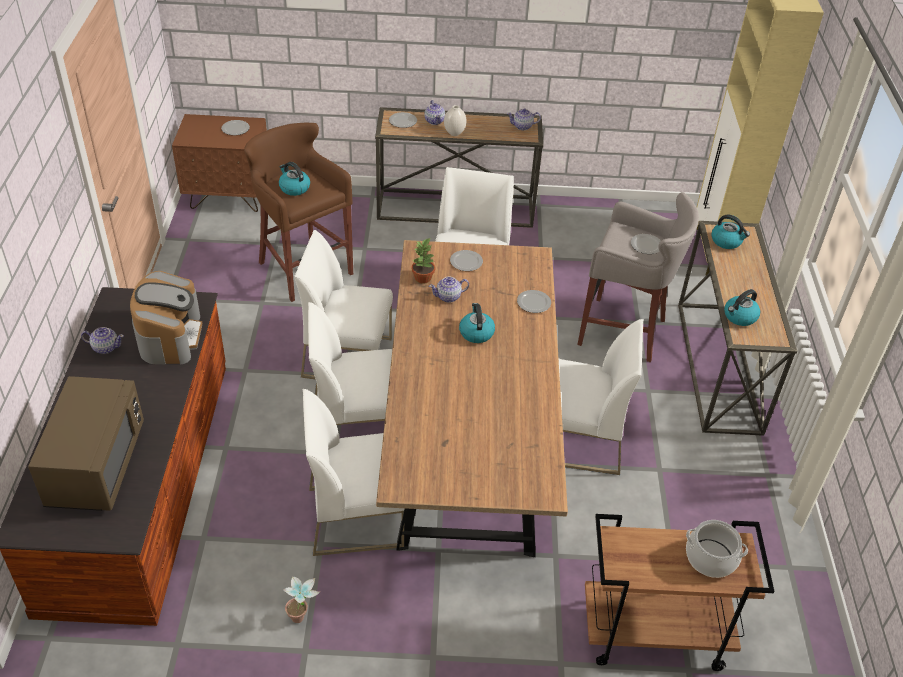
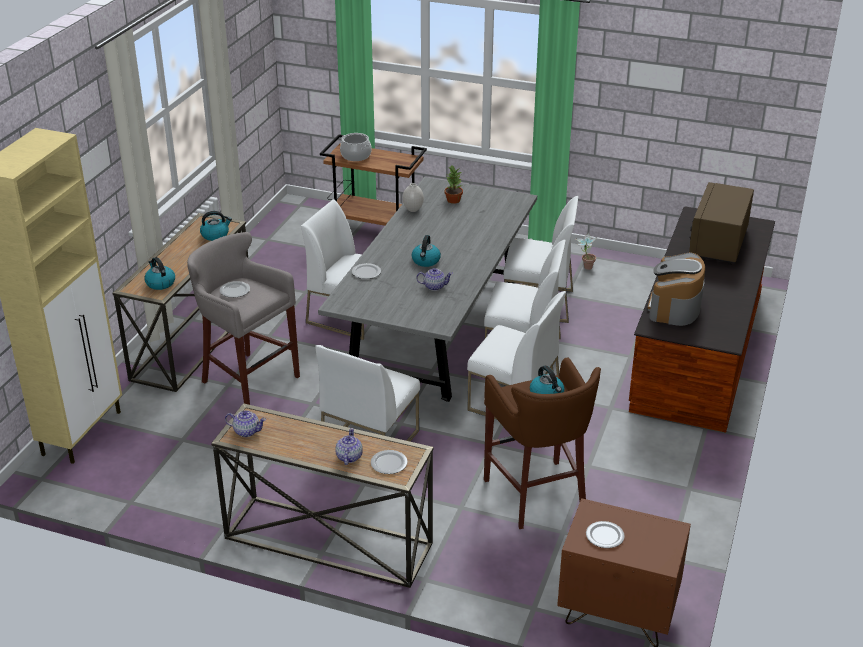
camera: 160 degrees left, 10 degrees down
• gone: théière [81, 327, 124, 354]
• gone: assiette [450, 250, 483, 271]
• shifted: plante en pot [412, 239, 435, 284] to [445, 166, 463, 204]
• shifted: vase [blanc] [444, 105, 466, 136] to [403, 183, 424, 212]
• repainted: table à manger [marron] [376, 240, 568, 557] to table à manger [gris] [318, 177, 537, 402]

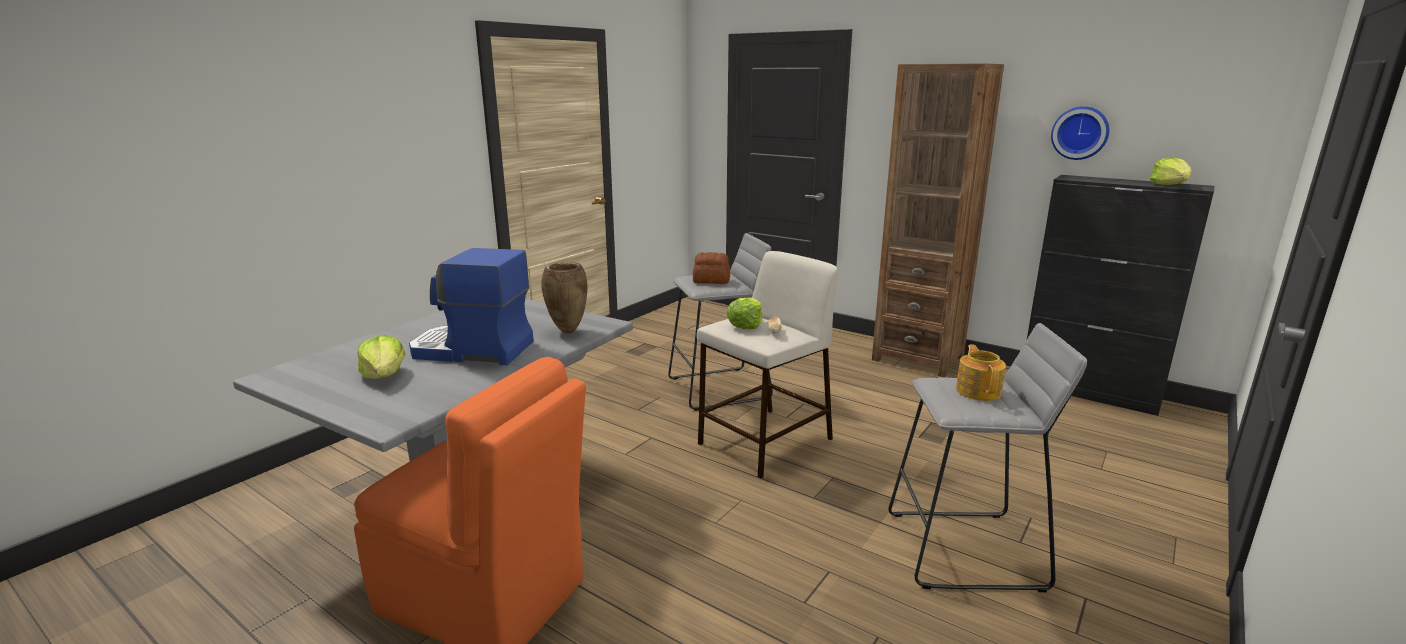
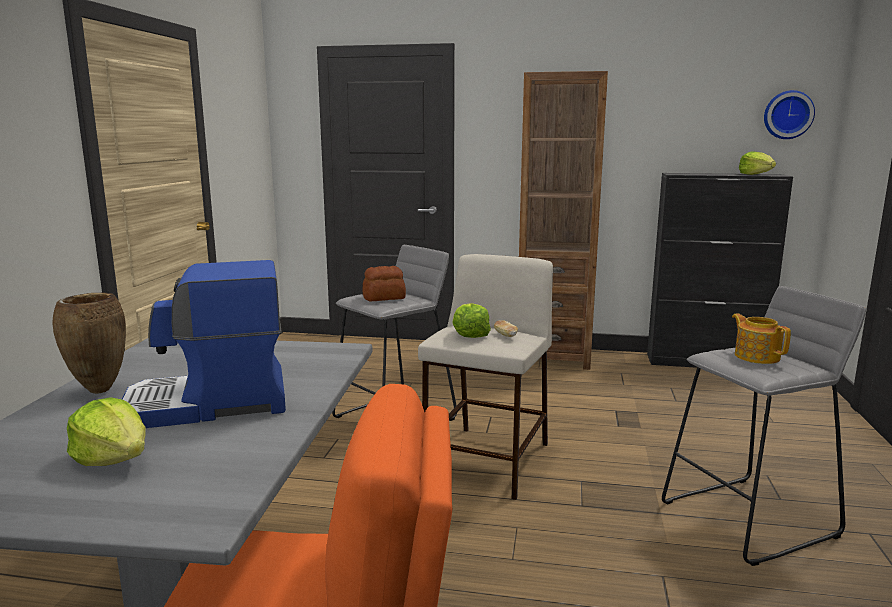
camera: 25 degrees left, 5 degrees down
• shifted: vase [marron] [541, 262, 588, 334] to [53, 293, 126, 394]
• shifted: horloge murale [1051, 106, 1109, 160] to [764, 90, 815, 139]

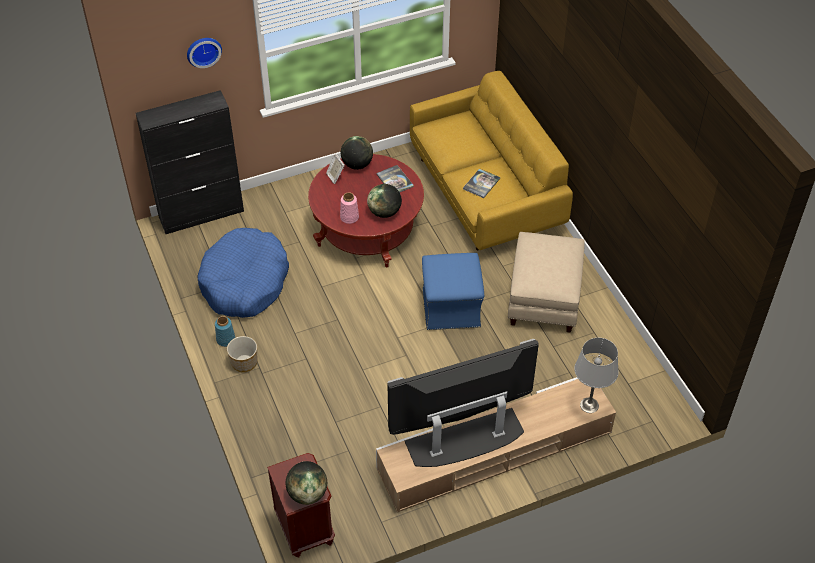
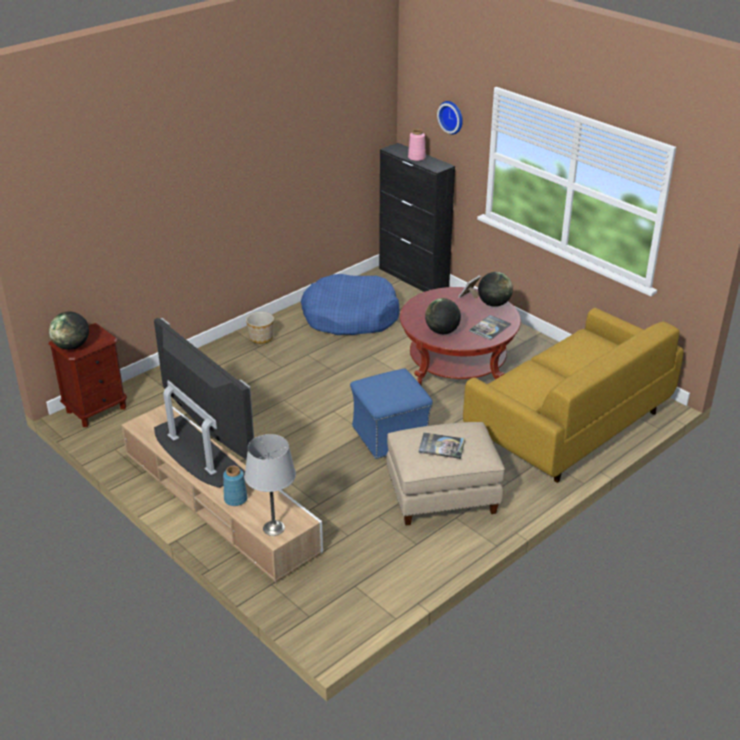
camera: 70 degrees right, 15 degrees down
• shifted: vase [bleu] [215, 316, 236, 347] to [223, 466, 248, 506]
• shifted: vase [rose] [340, 192, 359, 224] to [408, 129, 426, 161]
• shifted: livre [463, 168, 500, 198] to [419, 433, 465, 459]

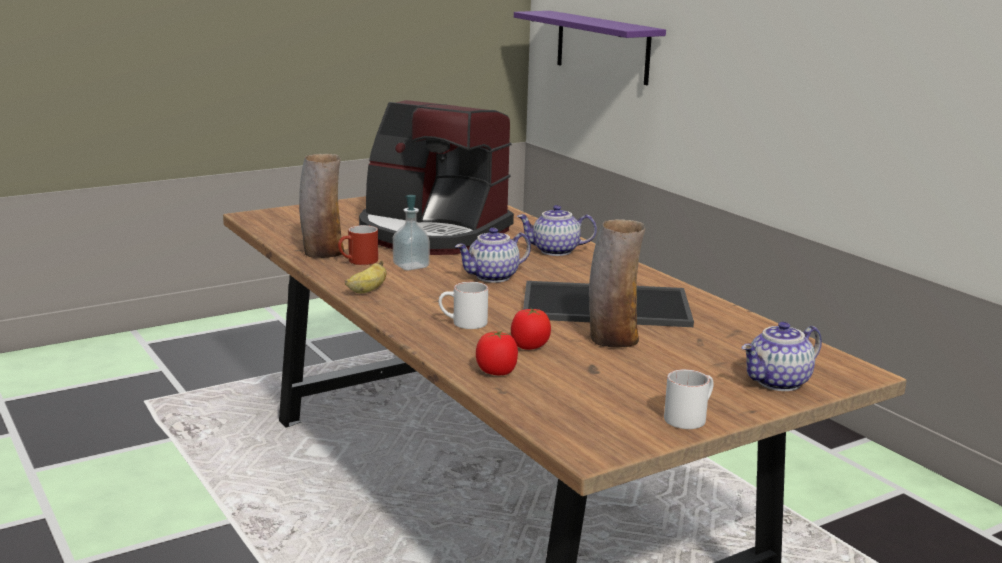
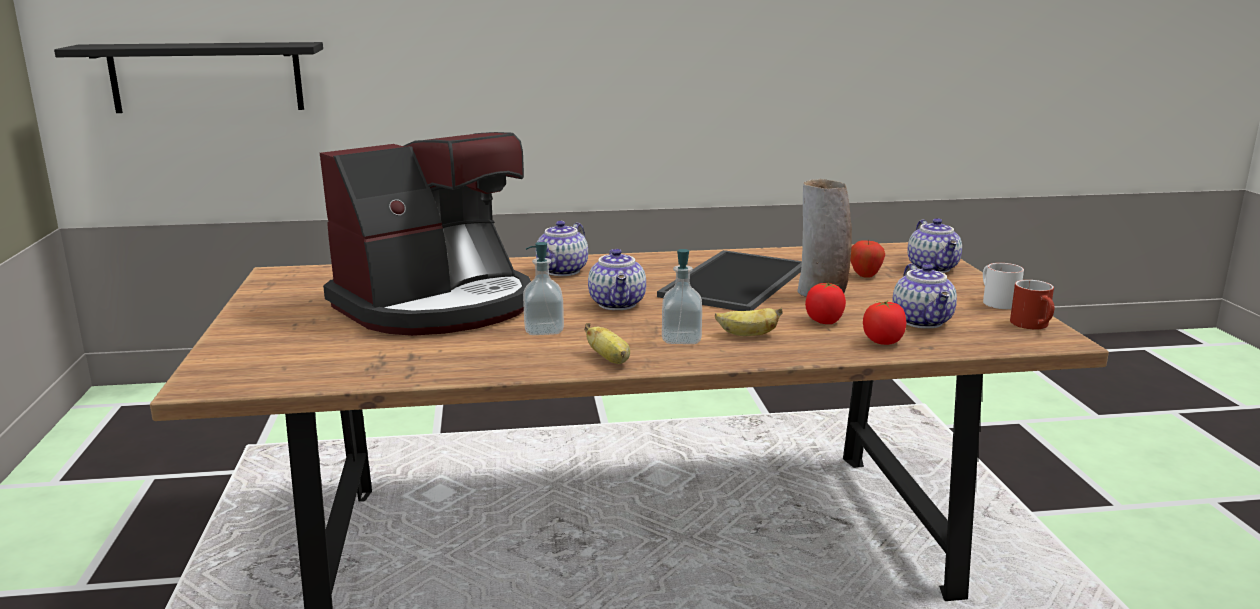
camera: 65 degrees left, 0 degrees up
• gone: vase [299, 154, 344, 258]
• new: distributeur de savon [662, 249, 702, 344]
• new: pomme [850, 239, 885, 278]
• new: théière [893, 263, 957, 329]
• shifted: mug [rouge] [338, 225, 378, 265] to [1010, 280, 1054, 329]
• swapped: mug [blanc] [438, 282, 488, 329] to banane [715, 308, 783, 336]
• repainted: étagère [violet] [514, 11, 666, 85] to étagère [noir] [54, 42, 323, 113]

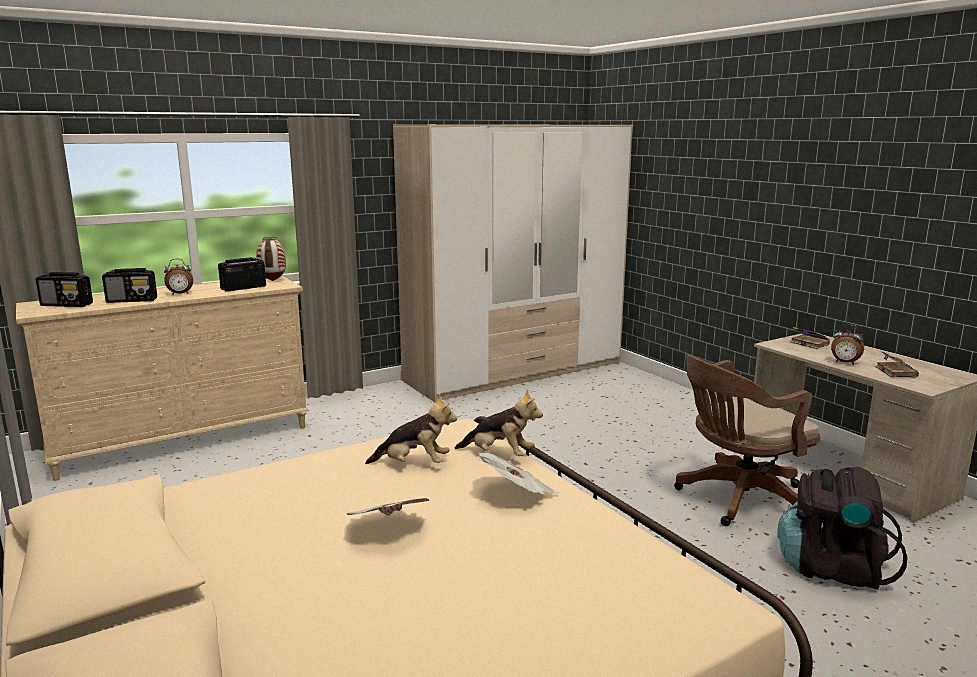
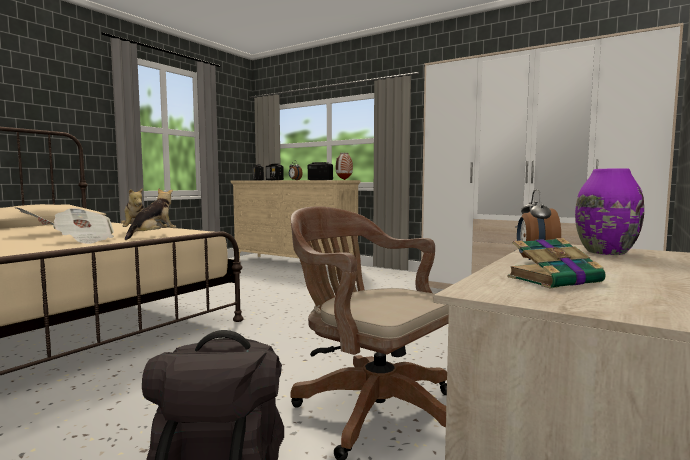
camera: 65 degrees right, 10 degrees down
• swapped: livre [790, 327, 830, 349] to vase [violet] [575, 168, 644, 255]
• rotated: peluche [455, 390, 543, 456] = [125, 188, 177, 240] 150 degrees counterclockwise

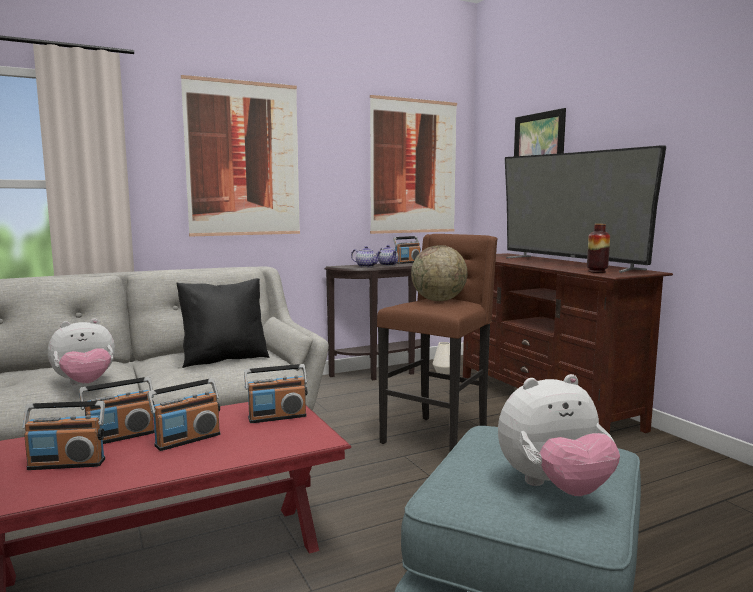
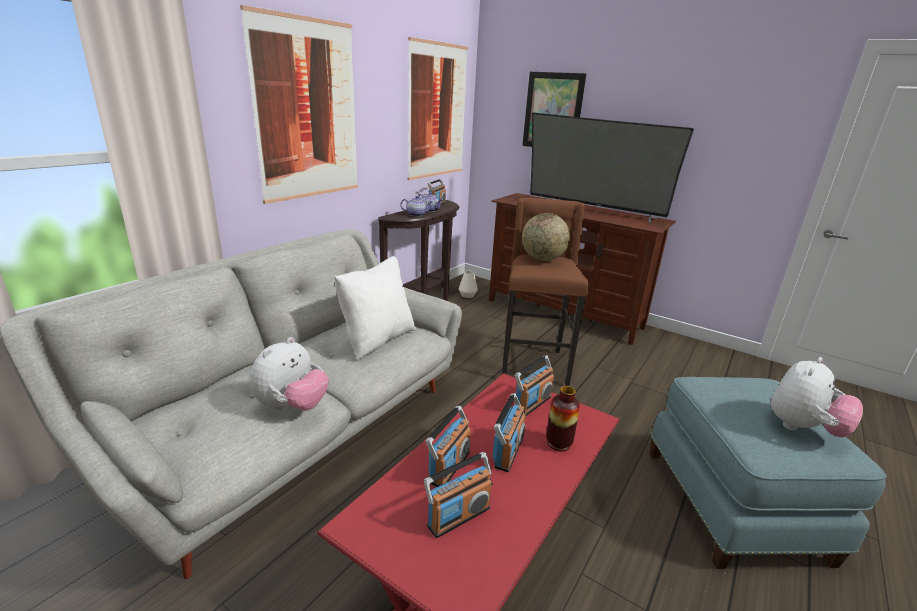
camera: 30 degrees left, 15 degrees up
• shifted: vase [587, 224, 610, 273] to [546, 386, 580, 451]
• repainted: coussin [noir] [176, 278, 270, 368] to coussin [blanc] [334, 256, 416, 360]

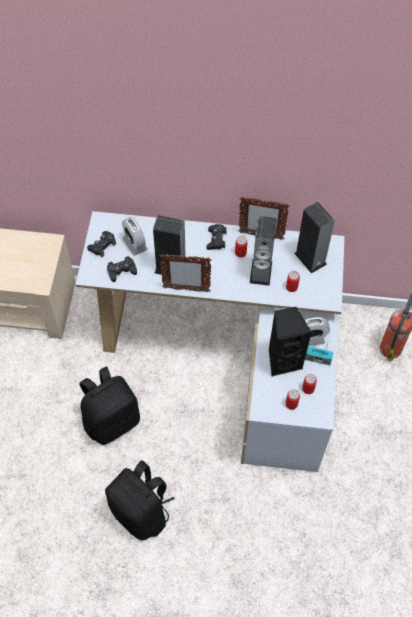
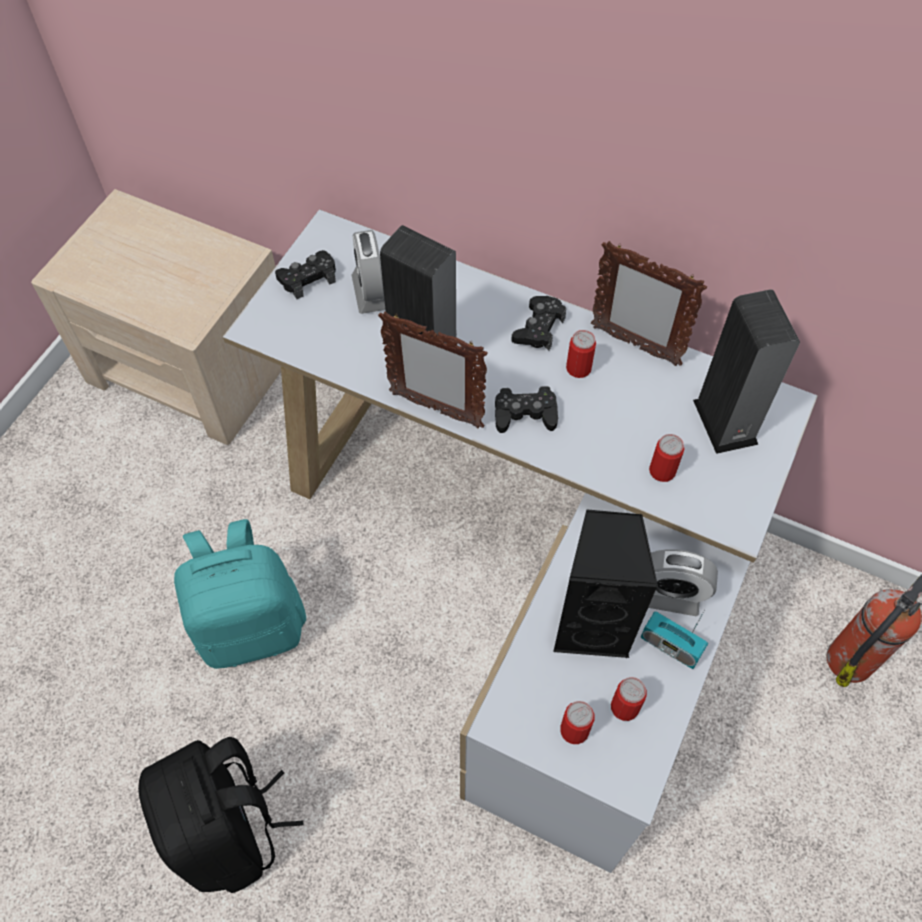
camera: 20 degrees right, 0 degrees up
• gone: enceinte [250, 216, 277, 286]
• shifted: manette [noir] [107, 256, 137, 282] to [495, 386, 558, 433]
• repainted: sac à dos [noir] [80, 366, 140, 445] to sac à dos [turquoise] [174, 519, 306, 669]

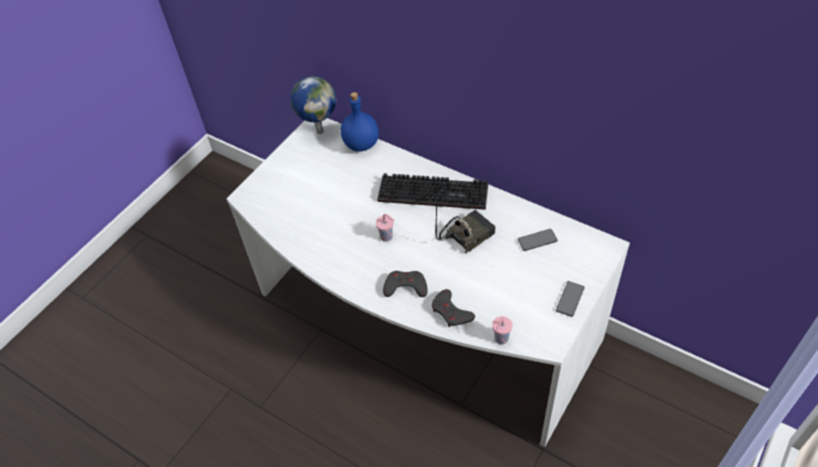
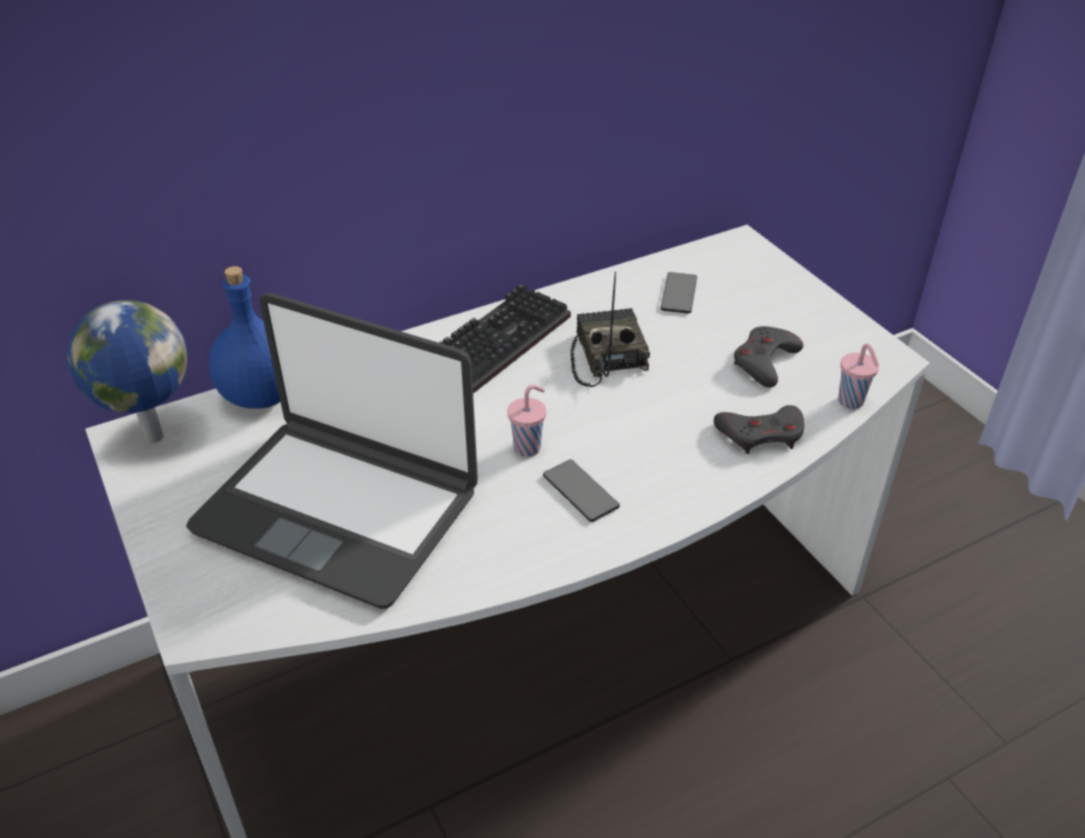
camera: 65 degrees left, 10 degrees down
• new: ordinateur portable [186, 293, 478, 609]
• shifted: manette [gris] [383, 271, 428, 297] to [734, 326, 803, 388]
• shifted: téléphone [556, 281, 585, 317] to [543, 459, 620, 522]

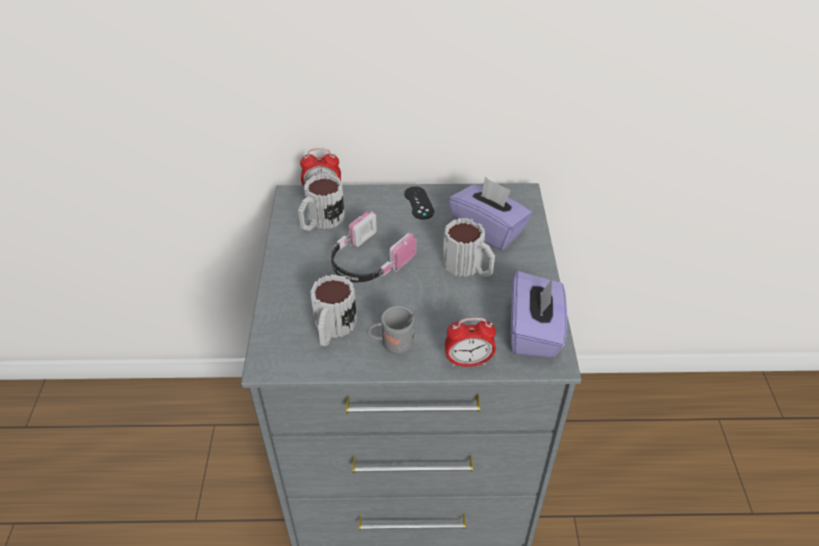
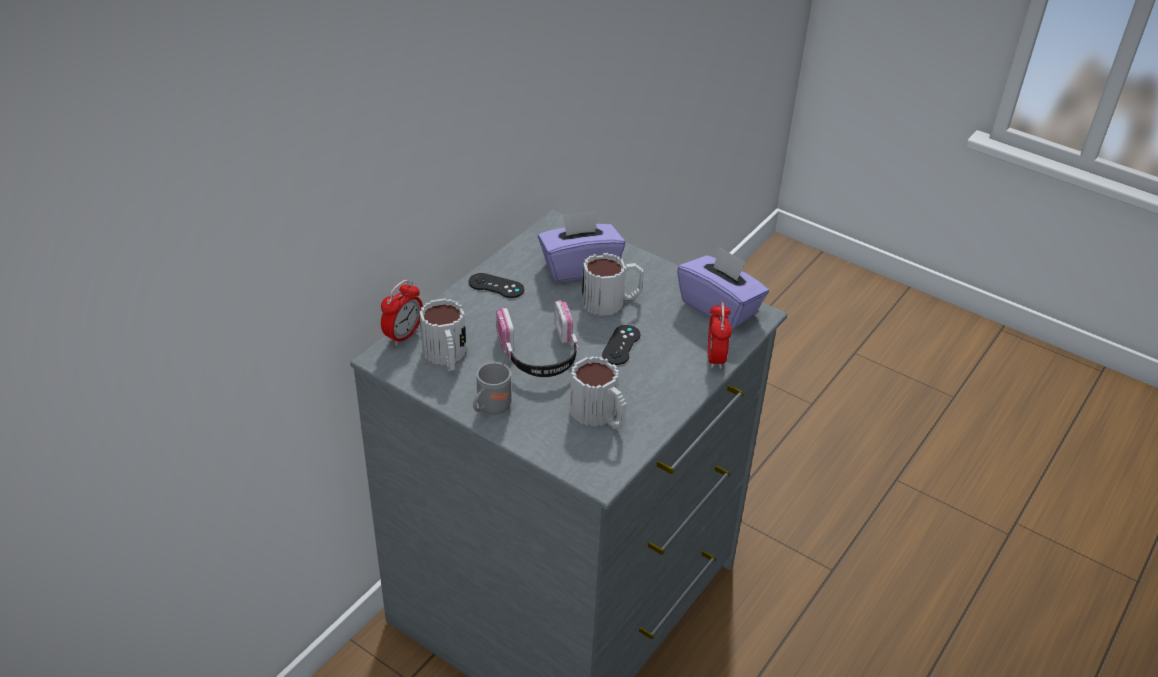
camera: 55 degrees left, 5 degrees down
• new: manette [noir] [602, 325, 640, 365]
• shifted: mug [gris] [367, 306, 418, 355] to [473, 353, 511, 415]
• rotated: réveil [445, 318, 496, 367] = [708, 301, 732, 369] 150 degrees clockwise

